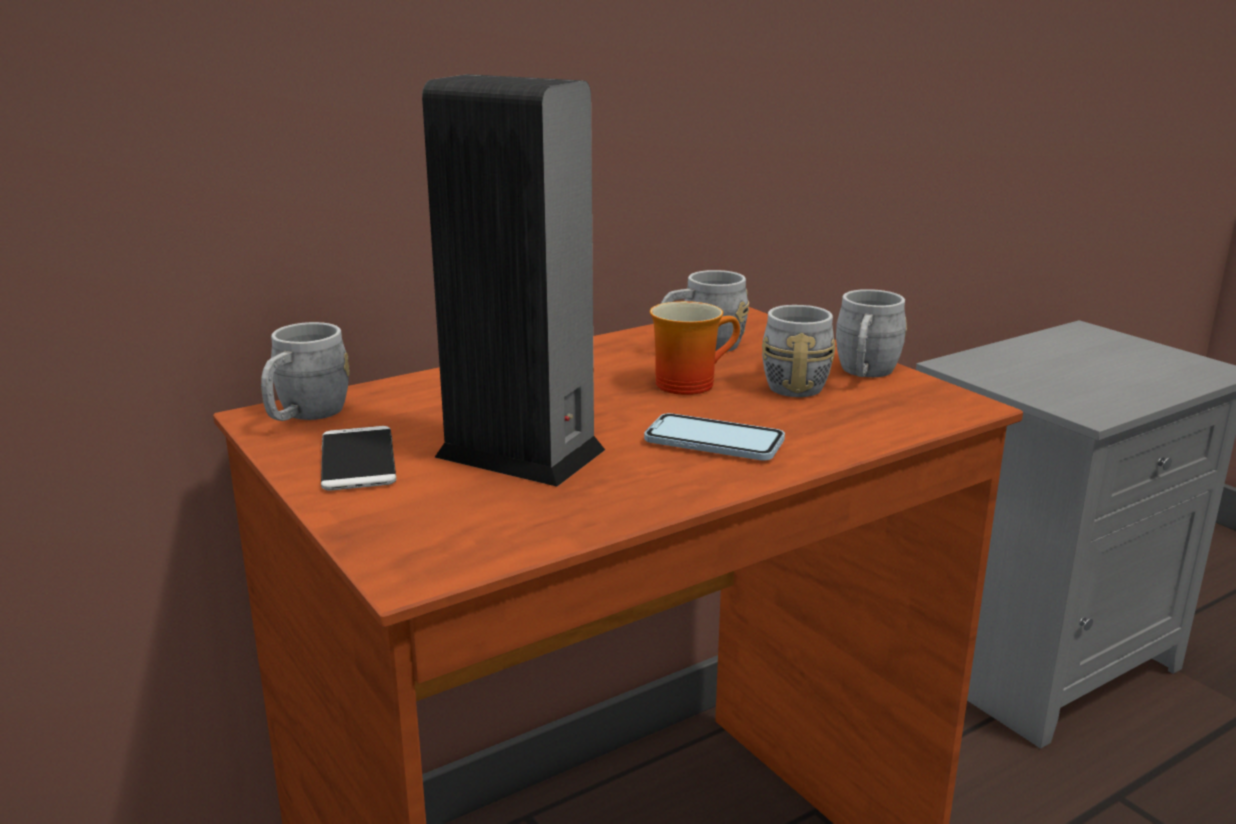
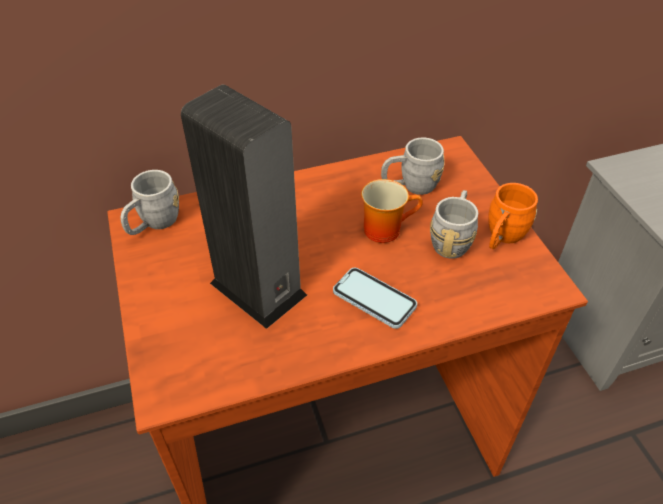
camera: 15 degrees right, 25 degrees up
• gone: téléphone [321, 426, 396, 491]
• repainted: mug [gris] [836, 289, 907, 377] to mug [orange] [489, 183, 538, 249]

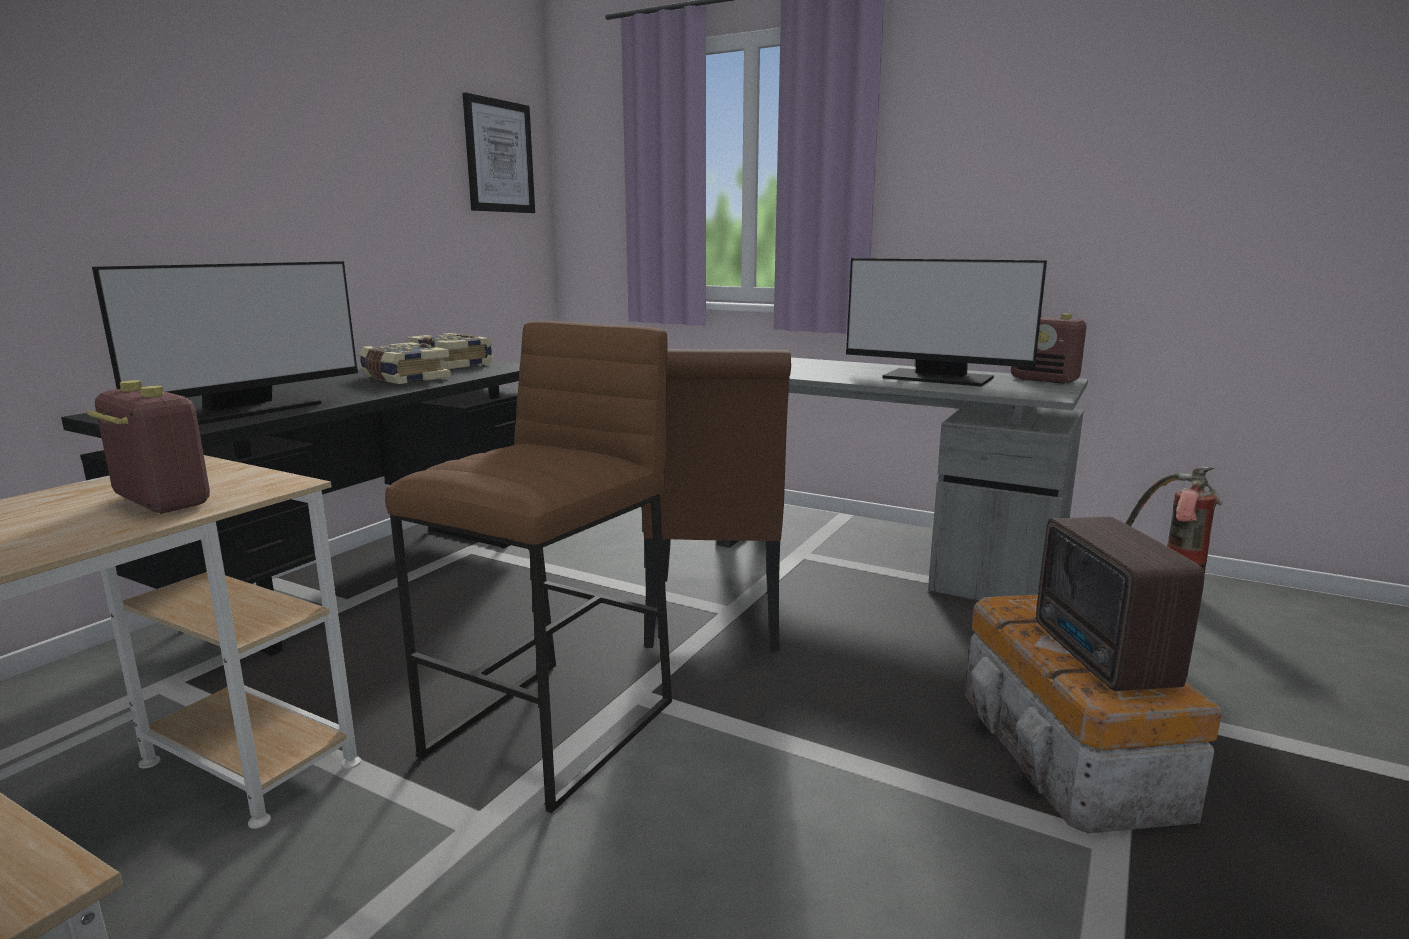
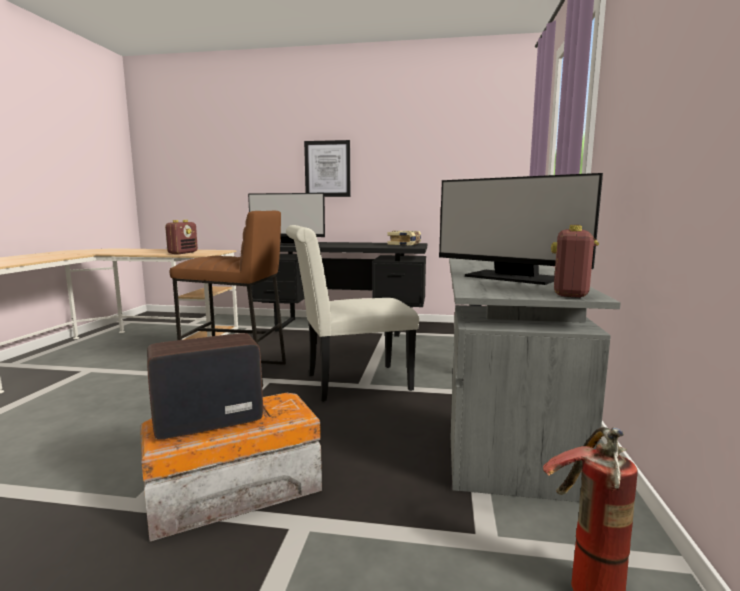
camera: 70 degrees right, 5 degrees down
• gone: livre [359, 342, 451, 384]
• shifted: tableau [463, 92, 535, 213] to [304, 140, 350, 197]
• repainted: chaise [marron] [641, 349, 791, 652] to chaise [blanc] [286, 225, 419, 402]
• rotated: écran d'ordinateur [846, 258, 1047, 387] = [439, 173, 603, 285] 60 degrees counterclockwise

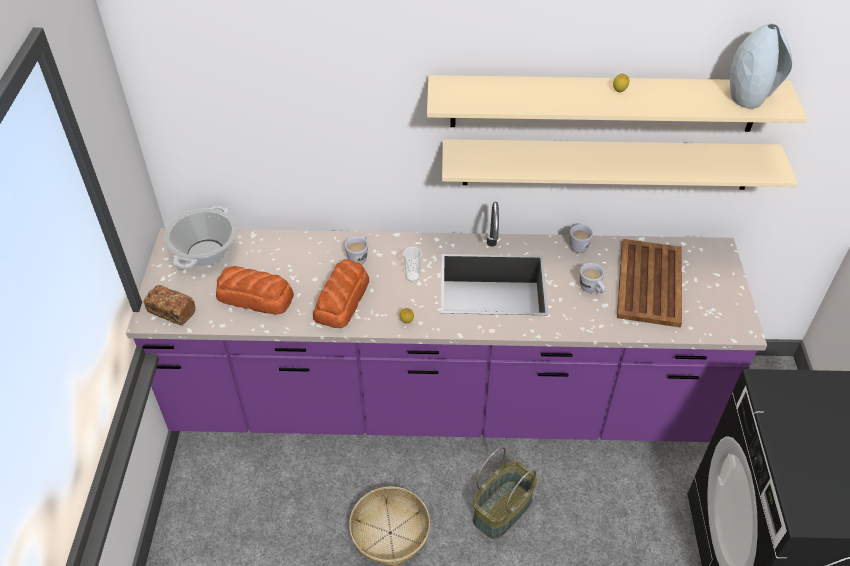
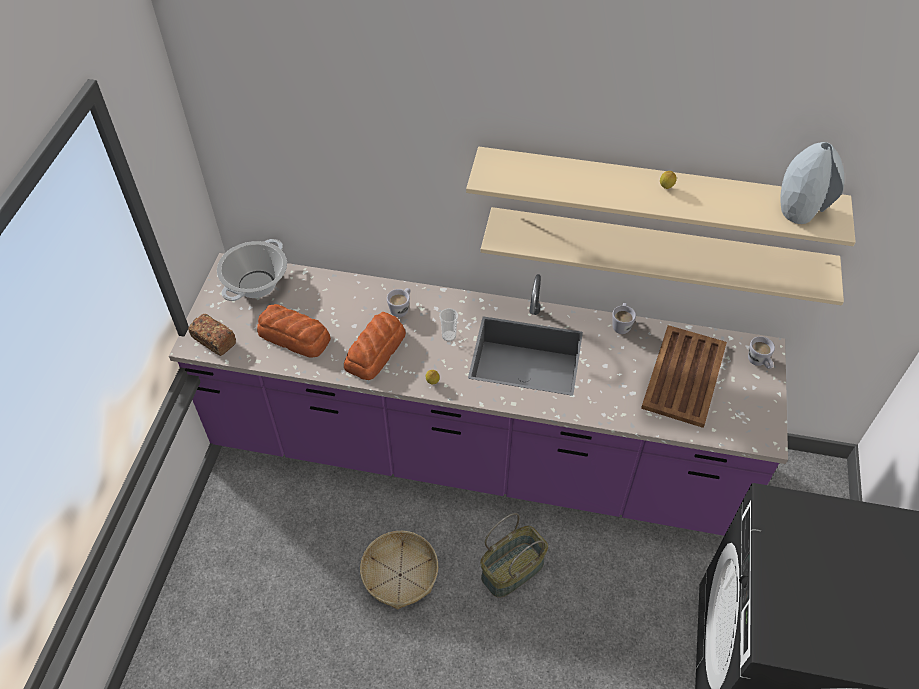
camera: 10 degrees right, 5 degrees up
• shifted: mug [blanc] [580, 263, 605, 293] to [748, 336, 775, 369]

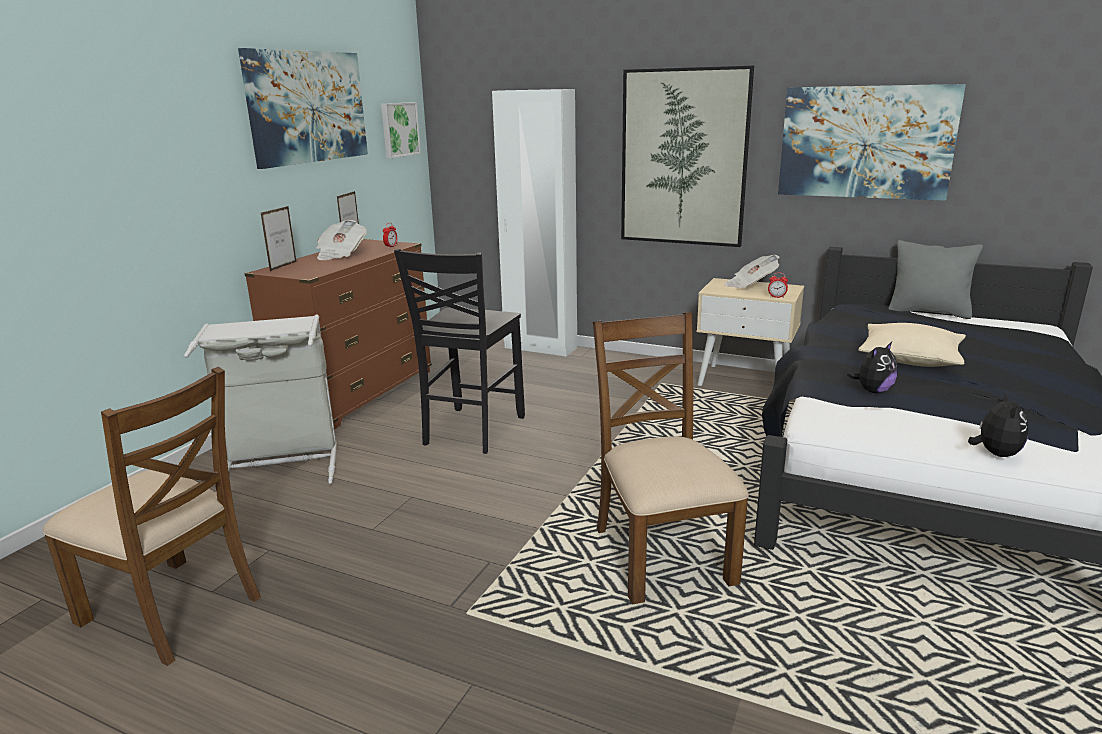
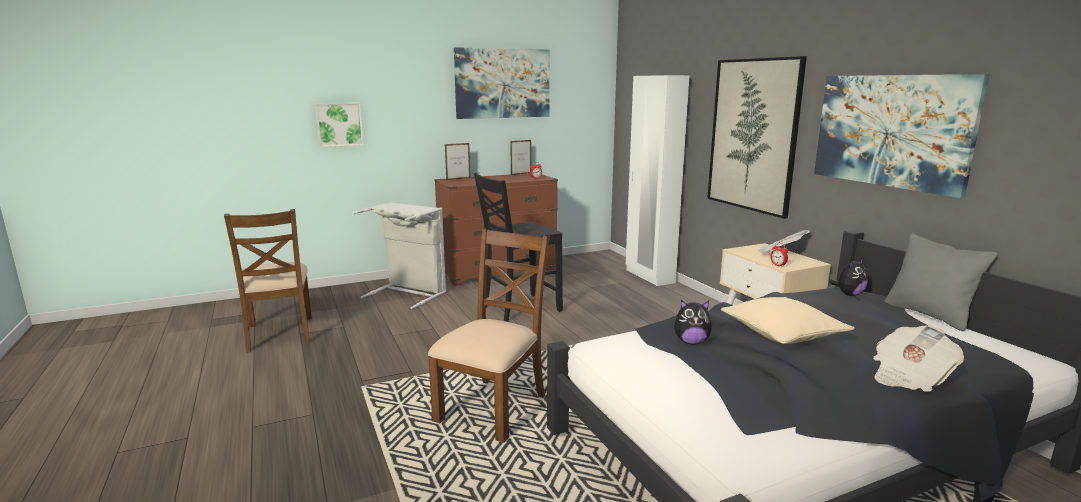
camera: 40 degrees right, 5 degrees down
• shifted: journal [316, 220, 367, 260] to [873, 326, 964, 392]
• shifted: tableau [381, 102, 421, 158] to [315, 103, 364, 147]
• shifted: peluche [968, 393, 1028, 457] to [829, 258, 868, 296]

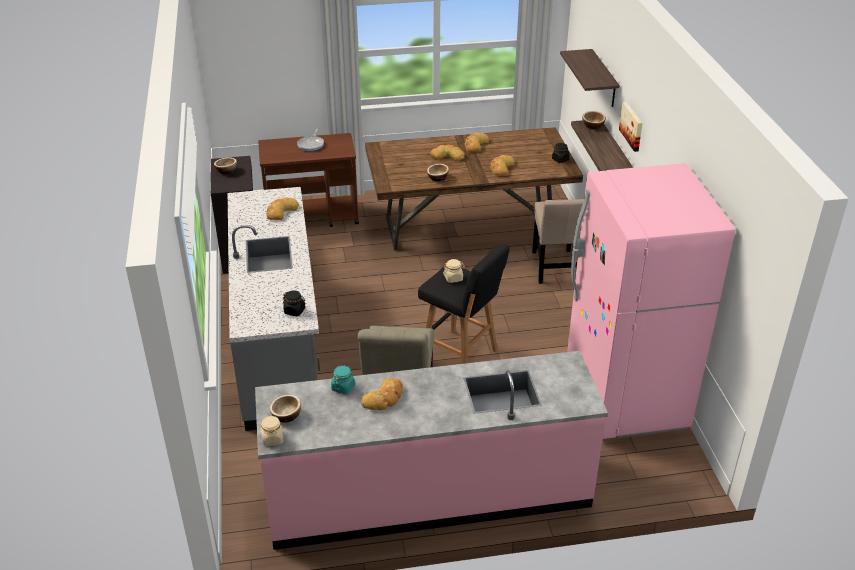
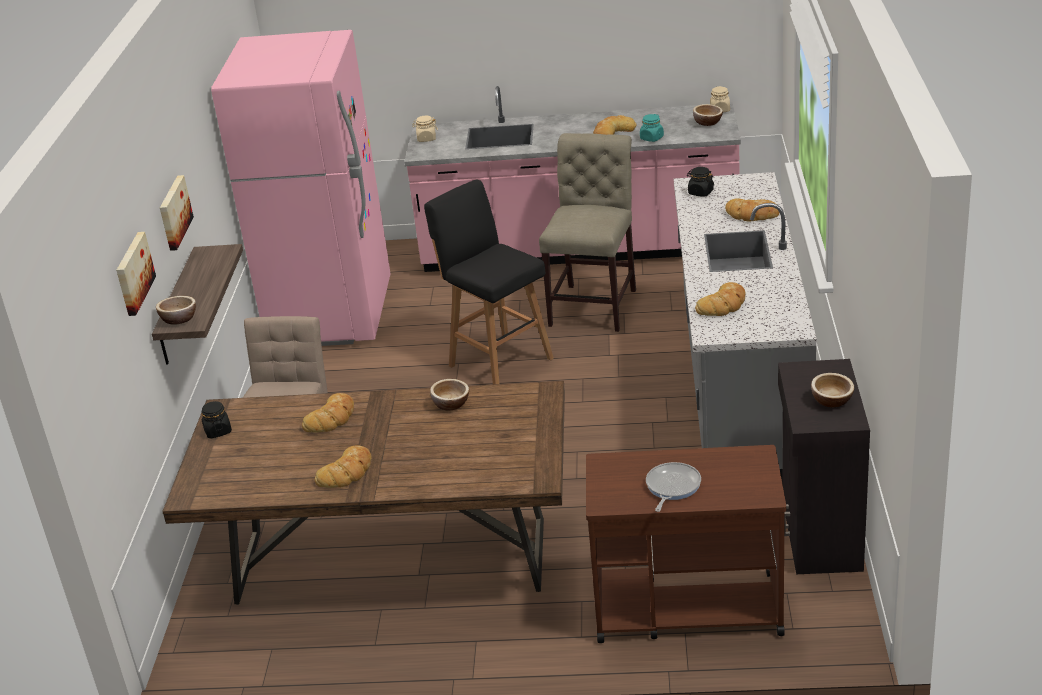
camera: 165 degrees left, 5 degrees down
• shifted: pain [430, 145, 465, 161] to [725, 198, 780, 222]
• shifted: bocal [beige] [443, 259, 465, 283] to [412, 116, 438, 142]
• swapped: étagère [560, 49, 620, 107] to tableau [116, 232, 156, 316]

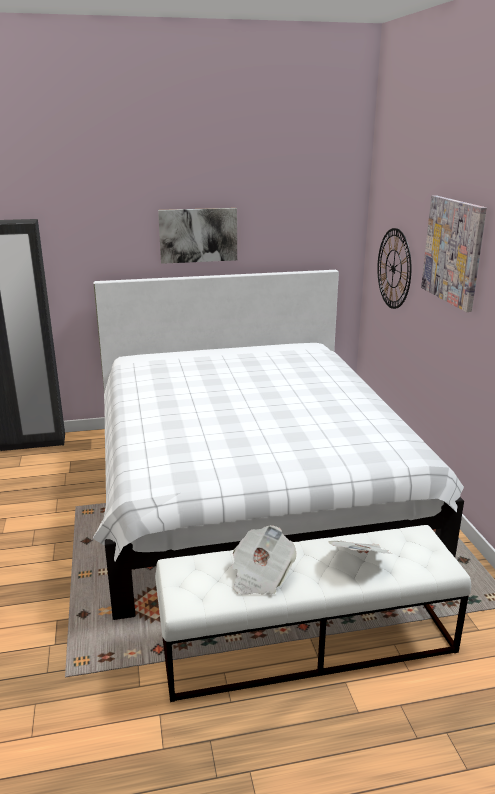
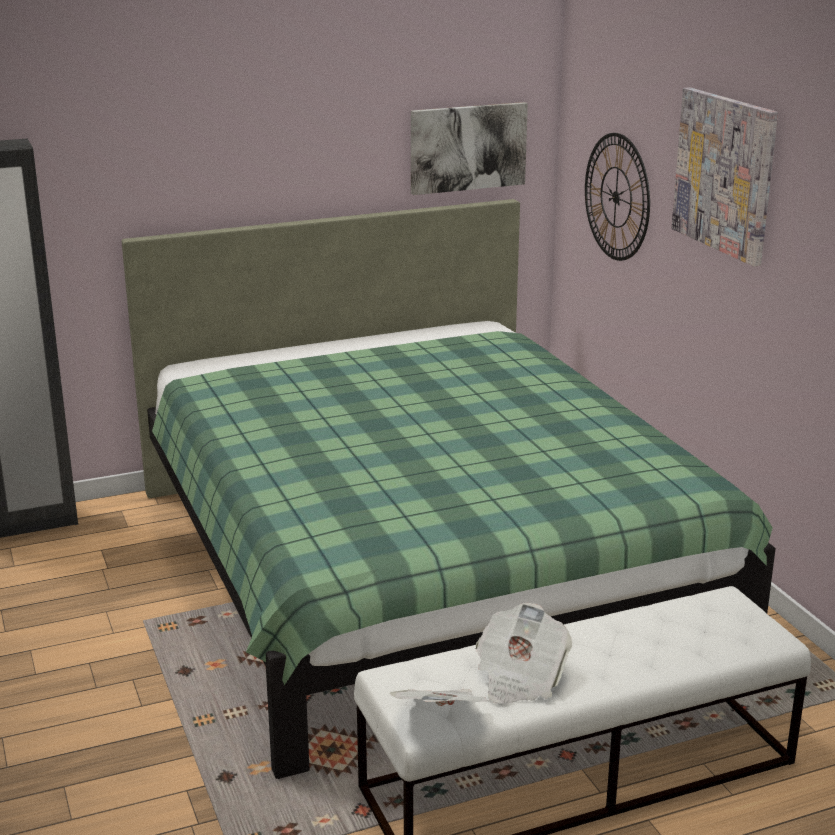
camera: 10 degrees left, 0 degrees up
• shifted: tableau [158, 208, 237, 264] to [411, 102, 528, 195]
• shifted: journal [328, 540, 392, 554] to [390, 689, 492, 706]
• repainted: lit [blanc] [93, 270, 464, 620] to lit [vert] [122, 199, 776, 779]

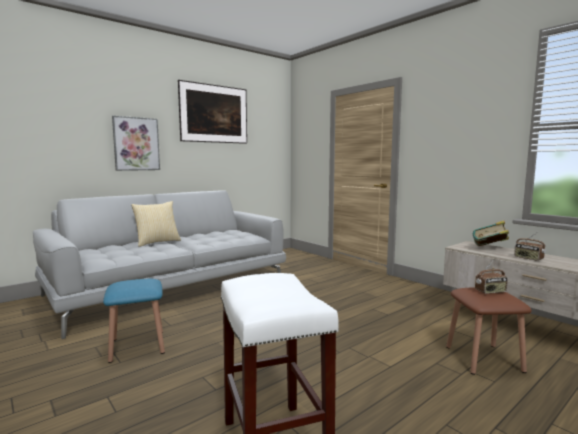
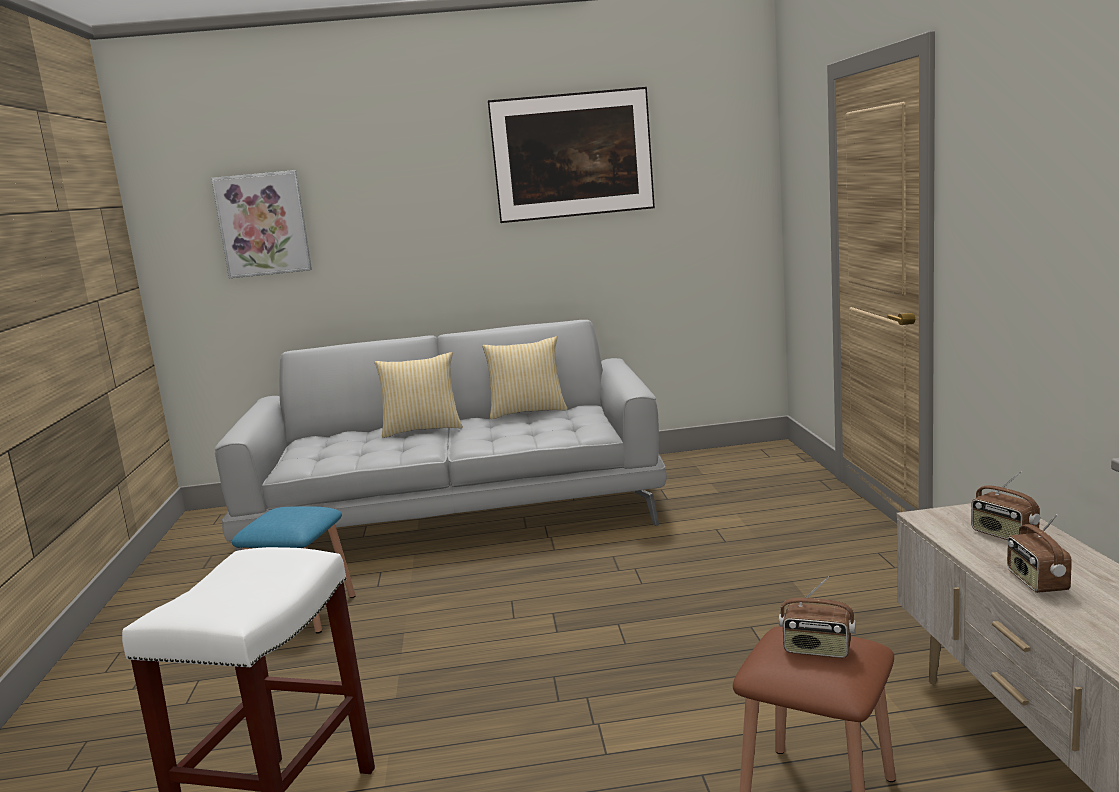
camera: 35 degrees right, 5 degrees up
• new: coussin [482, 336, 568, 419]
• shifted: tableau [112, 116, 160, 171] to [211, 170, 312, 278]
• swapped: livre [473, 221, 509, 246] to radio [971, 471, 1040, 540]

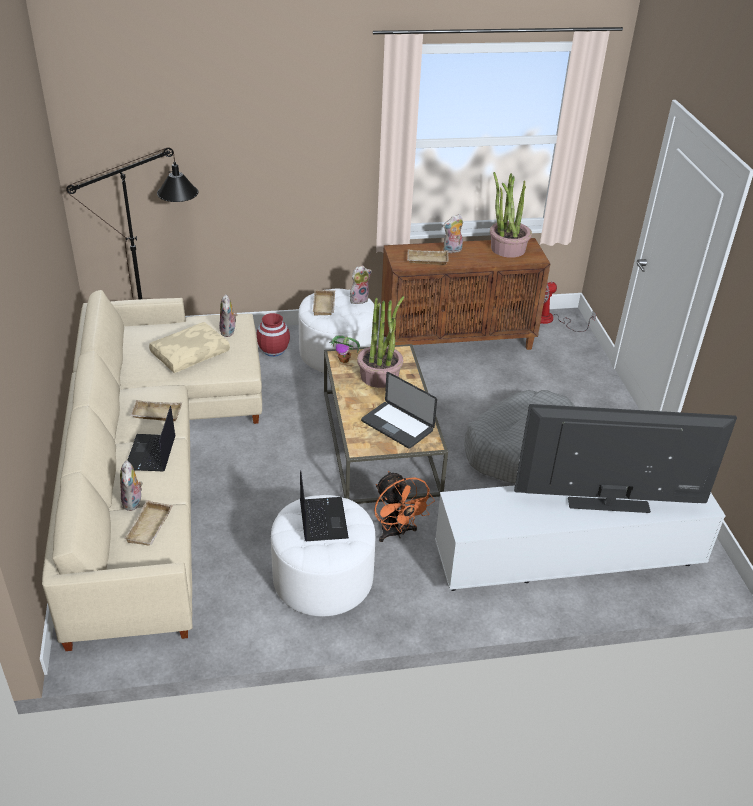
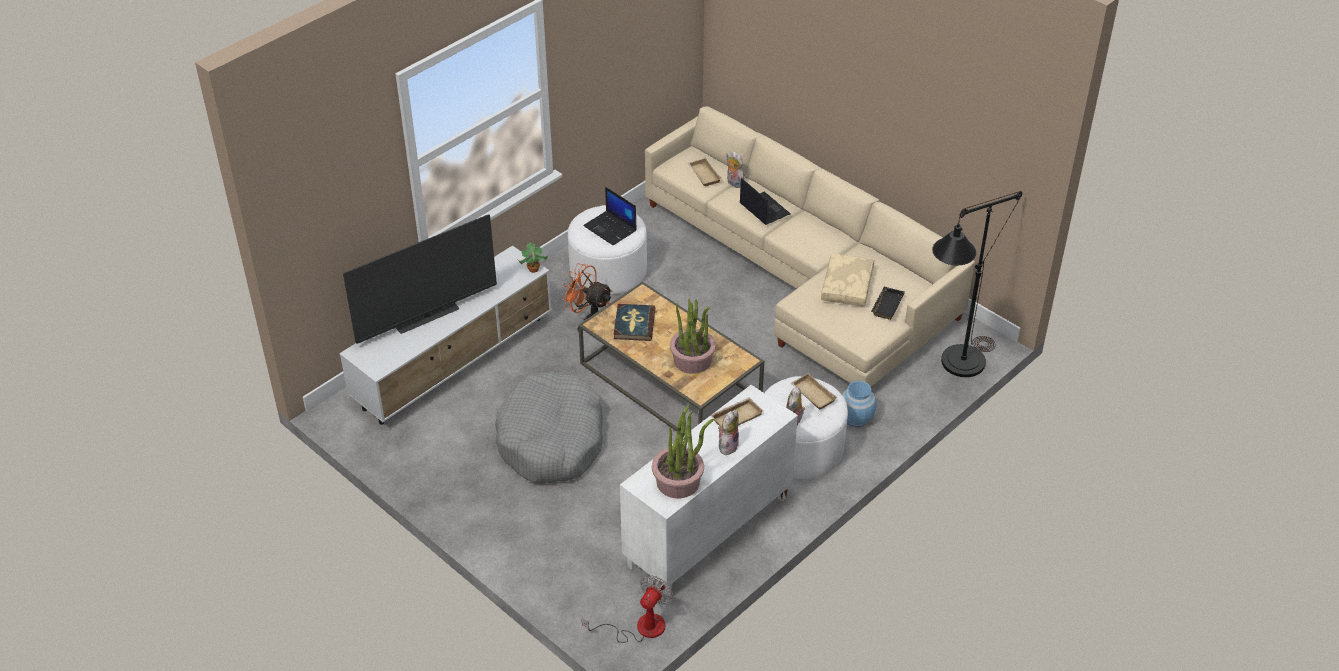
camera: 145 degrees right, 5 degrees up
• gone: plateau [beige] [129, 400, 182, 422]
• gone: peluche [219, 294, 237, 337]
• new: plateau [noir] [871, 287, 905, 320]
• shifted: plante en pot [329, 335, 360, 363] to [517, 243, 548, 273]
• swapped: ordinateur portable [361, 372, 437, 449] to livre [614, 304, 655, 341]
• repainted: vase [rouge] [256, 313, 290, 357] to vase [bleu] [842, 381, 877, 427]
• repainted: meuble de rangement [marron] [380, 238, 550, 350] to meuble de rangement [blanc] [620, 385, 798, 594]

